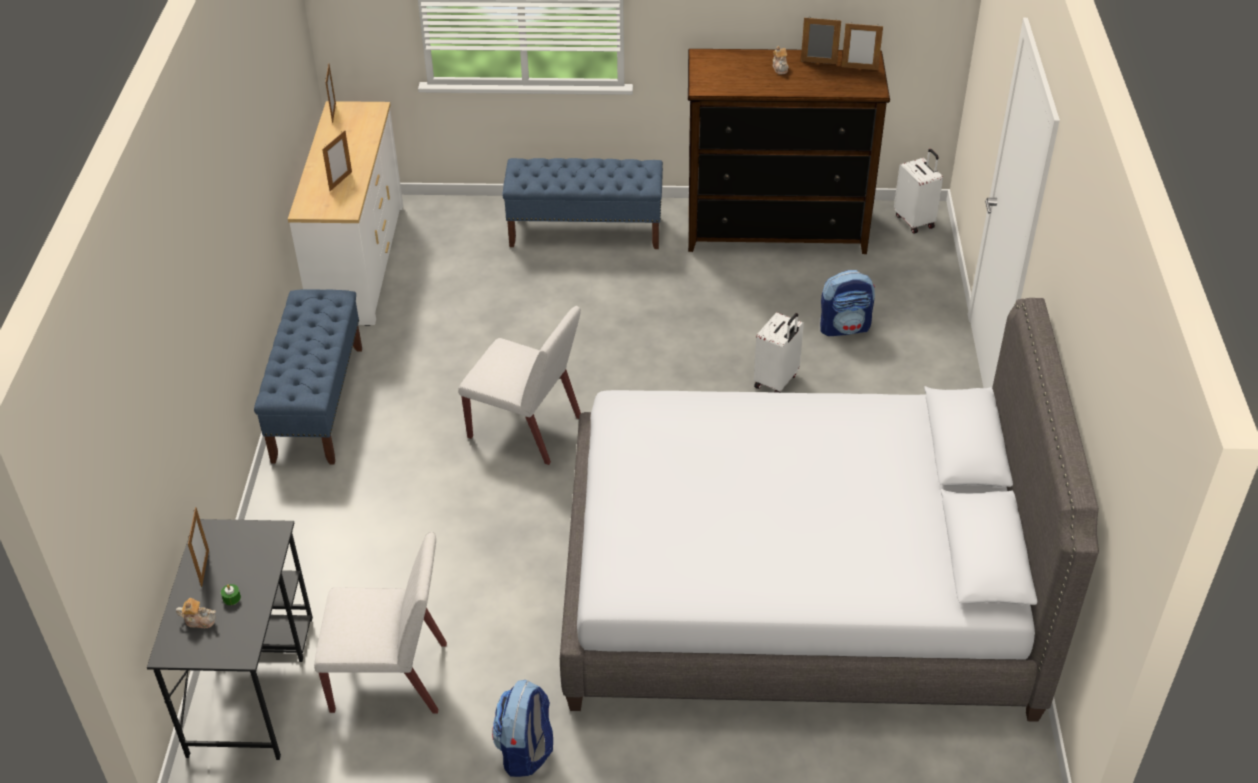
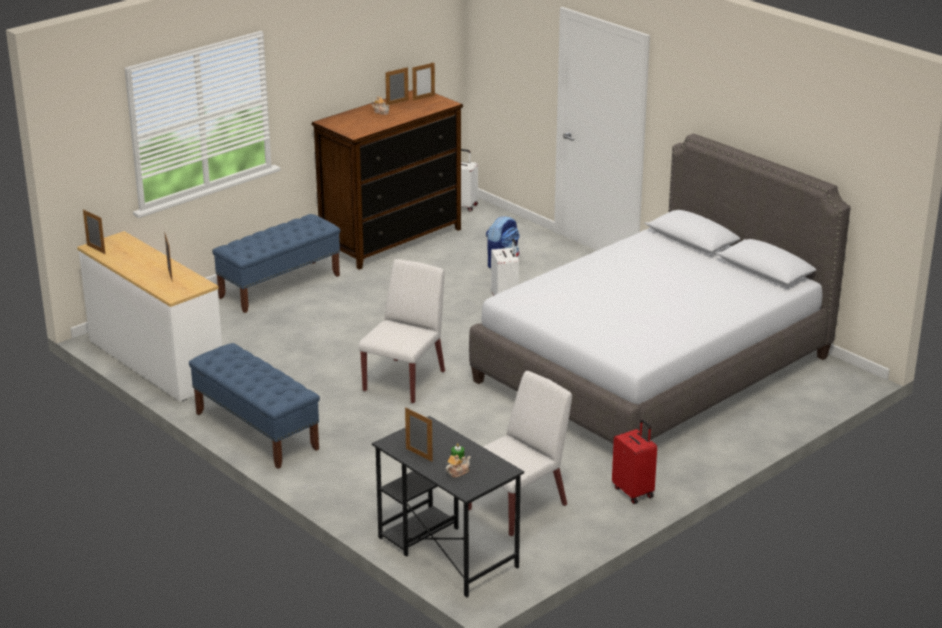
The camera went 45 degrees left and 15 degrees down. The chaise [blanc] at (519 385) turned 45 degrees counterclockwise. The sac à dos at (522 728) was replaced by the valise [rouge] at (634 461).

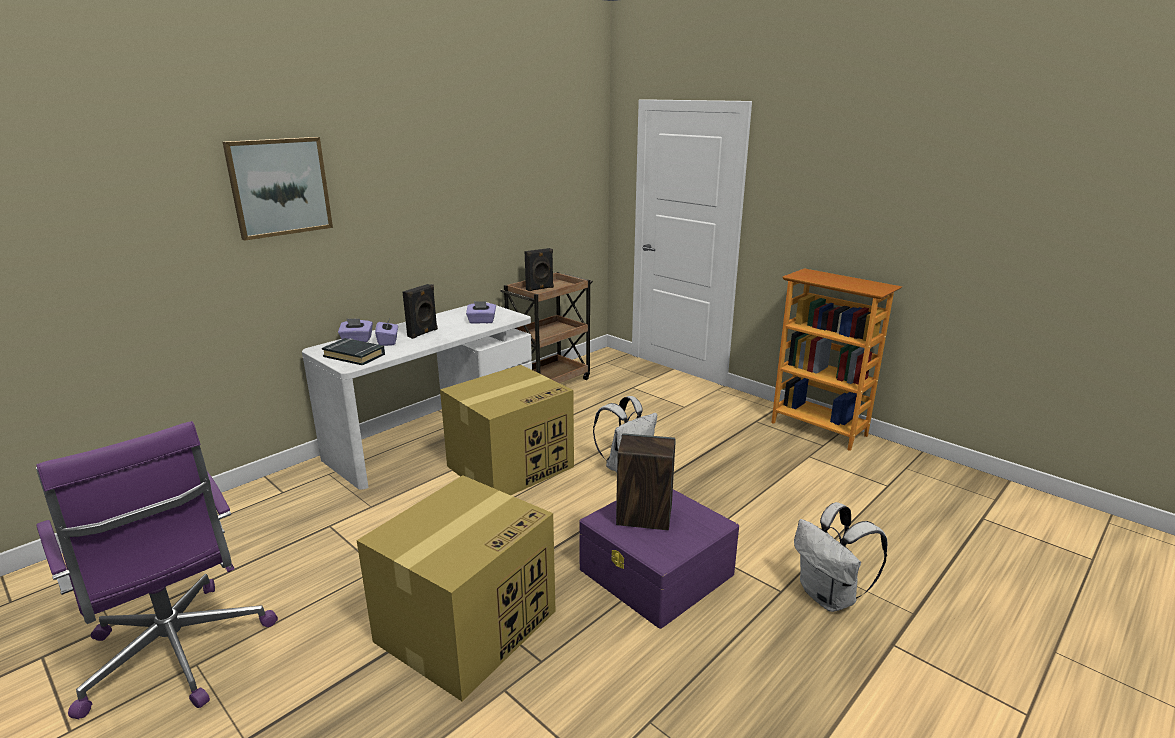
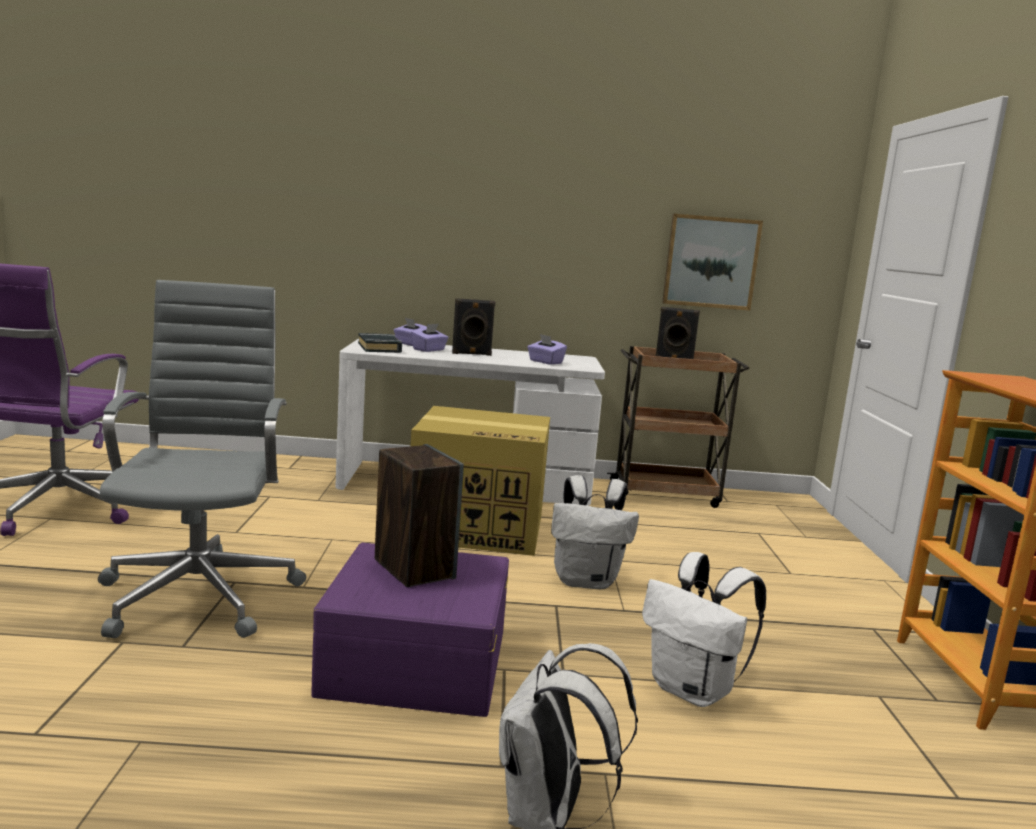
The camera went 45 degrees right and 10 degrees down. The carton at (456 588) was replaced by the chaise de bureau [gris] at (202 459). The sac à dos [blanc] at (704 629) appeared. The tableau moved from (278 189) to (712 262).

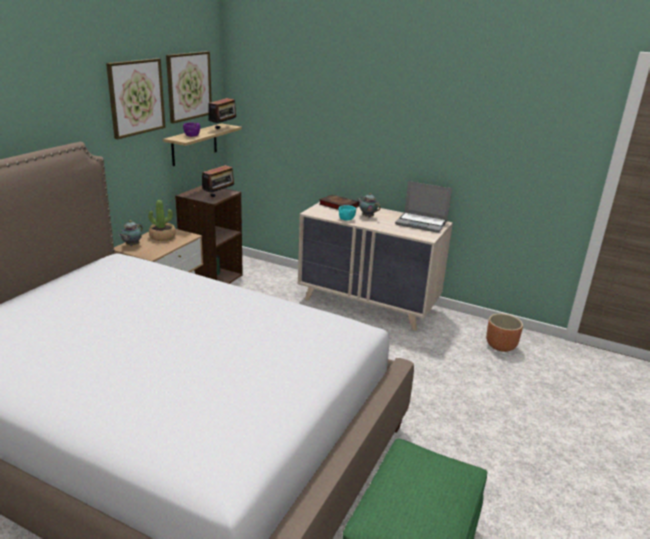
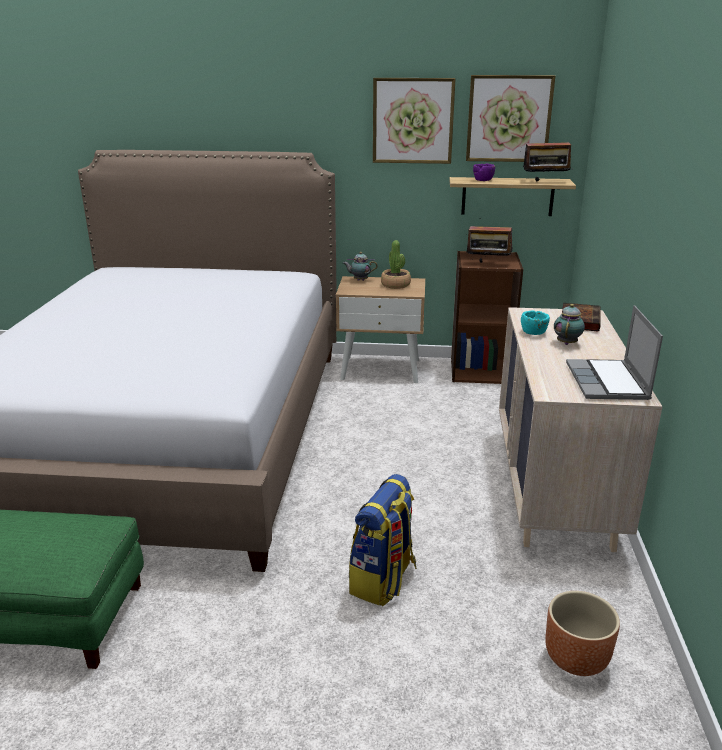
The camera went 70 degrees right and 0 degrees up. The sac à dos at (383 540) appeared.

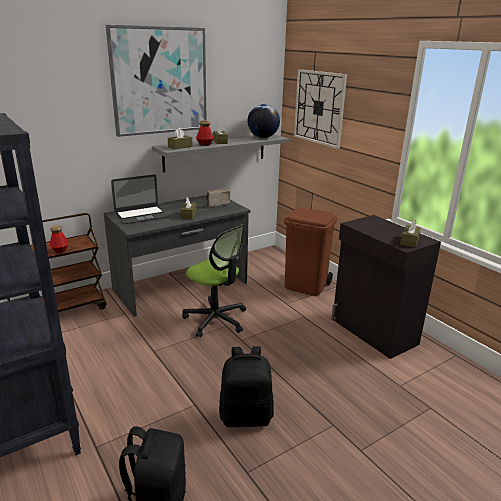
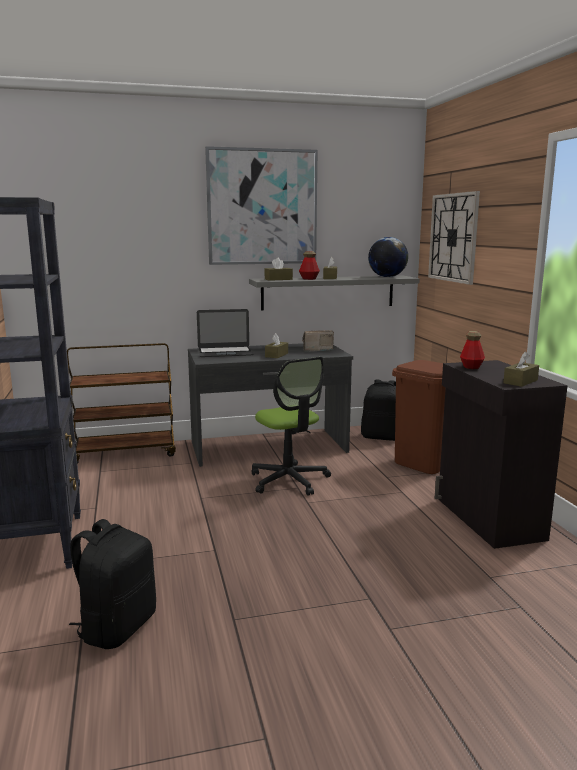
The camera went 20 degrees right and 10 degrees down. The sac à dos [noir] moved from (246 386) to (378 410). The bouteille moved from (59 239) to (472 350).

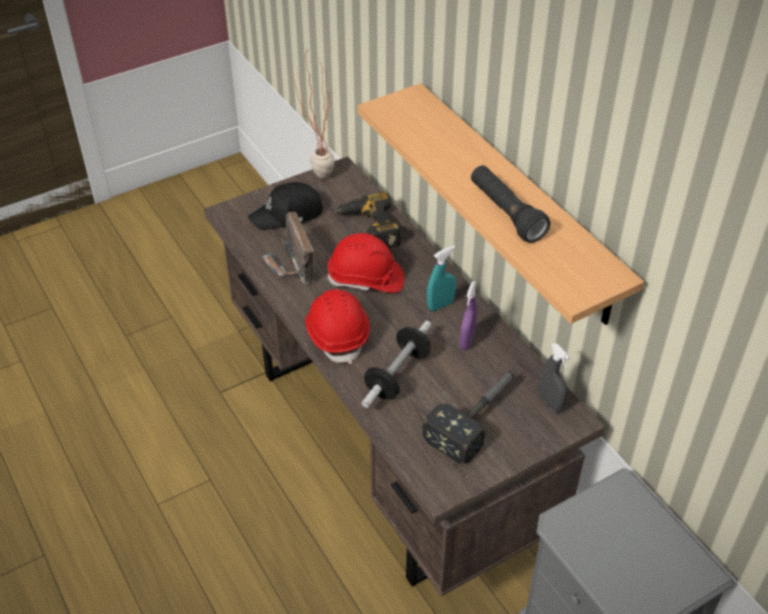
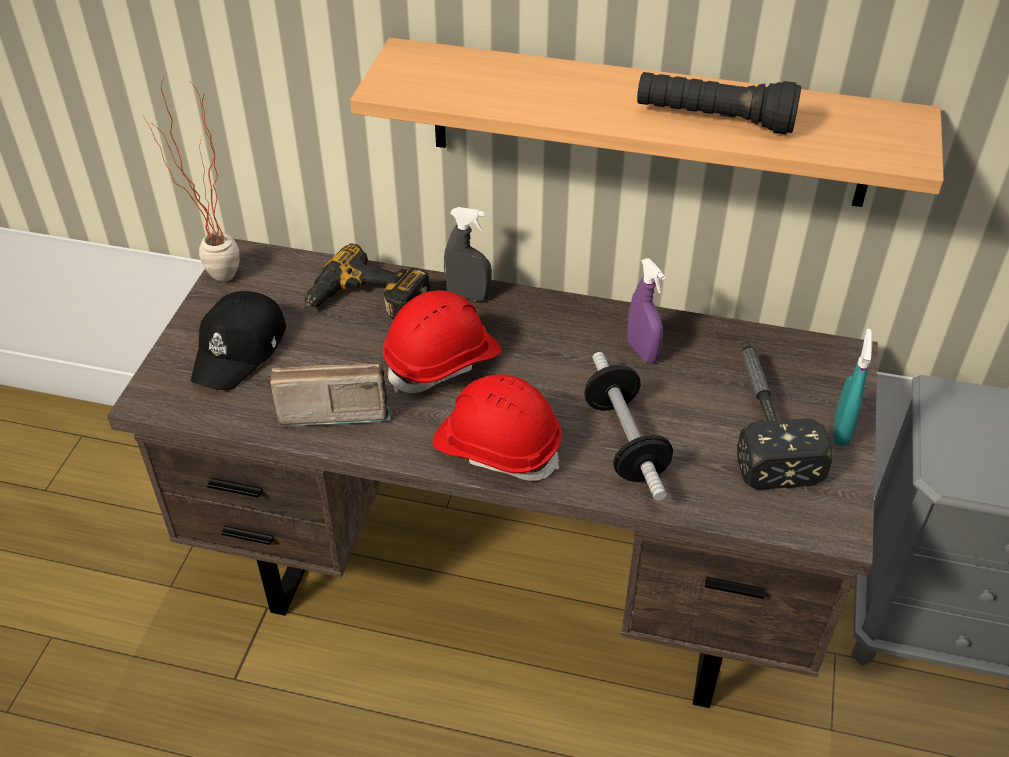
The camera went 45 degrees left and 0 degrees up. The radio at (288 248) turned 150 degrees clockwise. The vaporisateur [gris] moved from (554 378) to (468 254). The vaporisateur [turquoise] moved from (442 278) to (853 387).

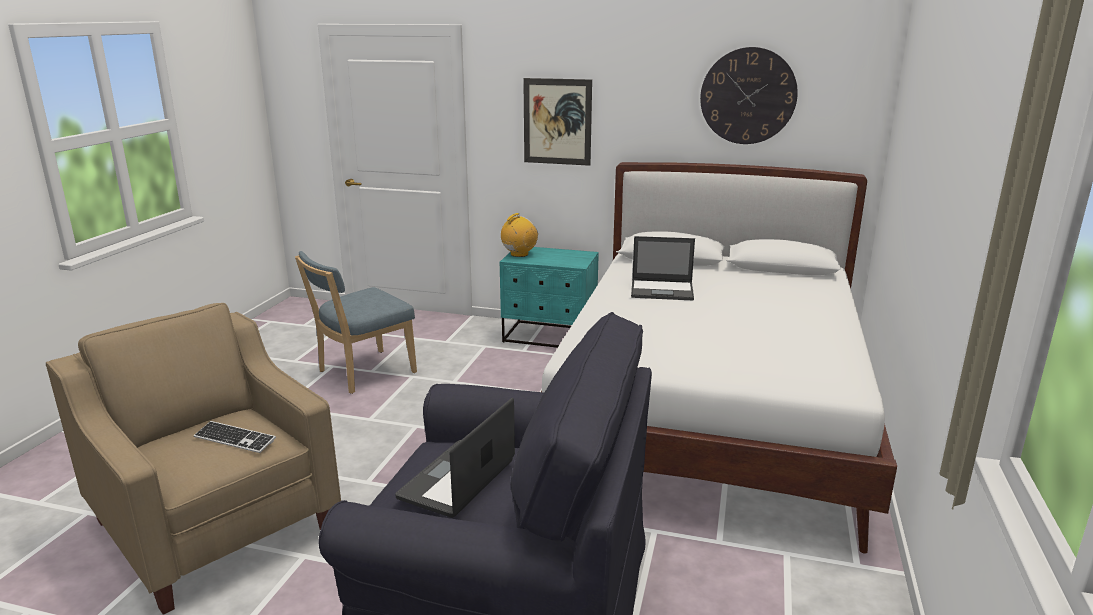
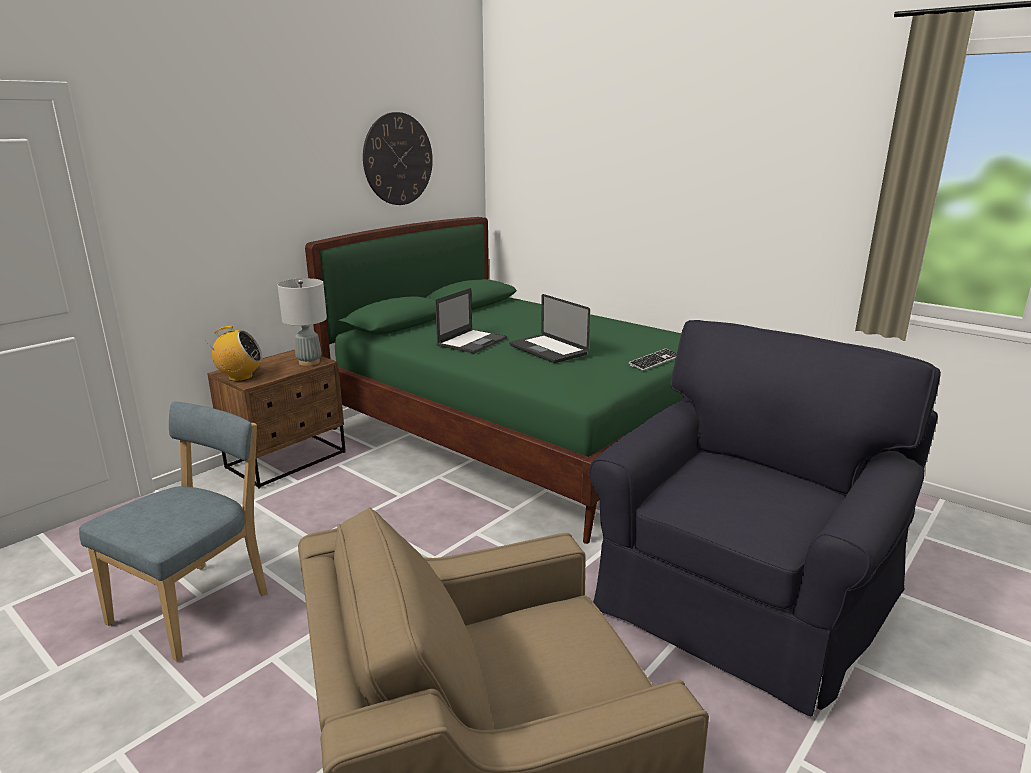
The camera went 65 degrees left and 0 degrees up. The chaise [bleu] at (356 322) turned 135 degrees counterclockwise. The table de chevet [turquoise] at (549 297) became the table de chevet [marron] at (276 419). The radio at (519 235) turned 105 degrees clockwise. The lampe de table [gris] at (302 322) appeared. The lit [blanc] at (719 358) became the lit [vert] at (494 380). The ordinateur portable moved from (455 458) to (549 328). The clavier moved from (235 437) to (652 360). The tableau at (557 122) disappeared.

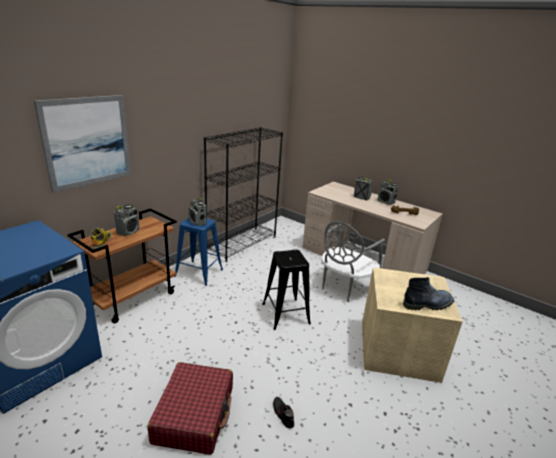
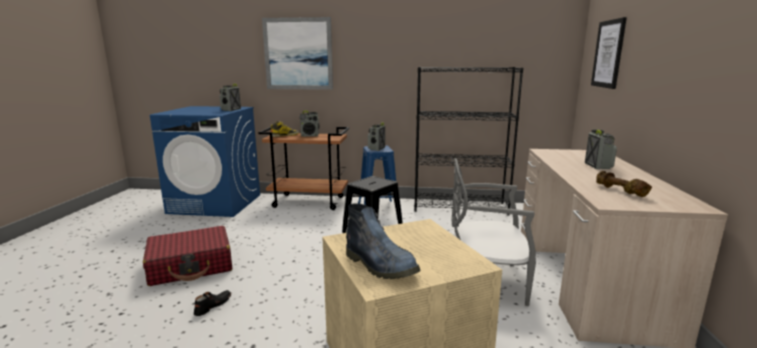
The camera went 60 degrees right and 10 degrees down. The radio moved from (388 192) to (230 97). The tableau at (609 53) appeared.

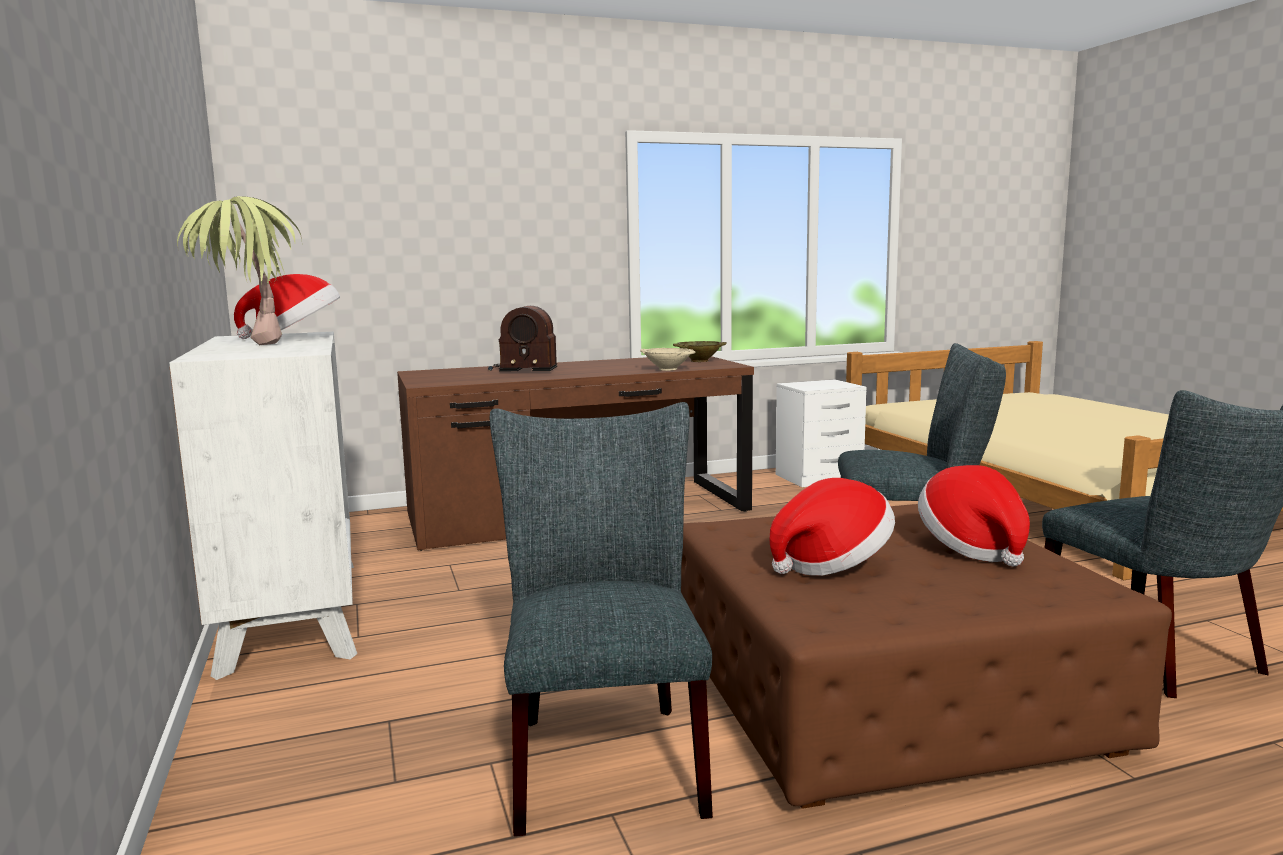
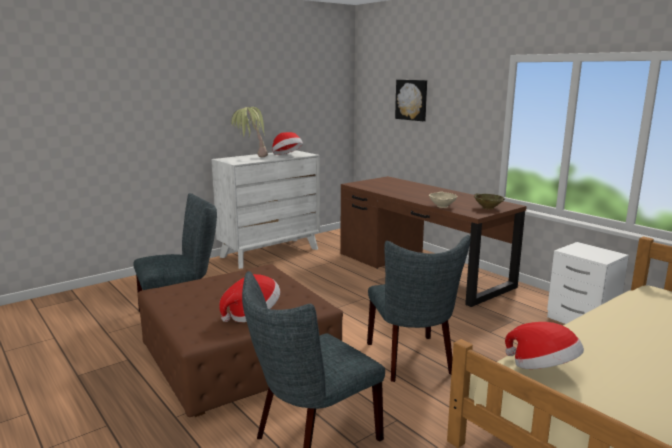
The camera went 70 degrees right and 5 degrees up. The tableau at (411 100) appeared. The chapeau moved from (832 527) to (544 345). The radio at (522 338) disappeared.

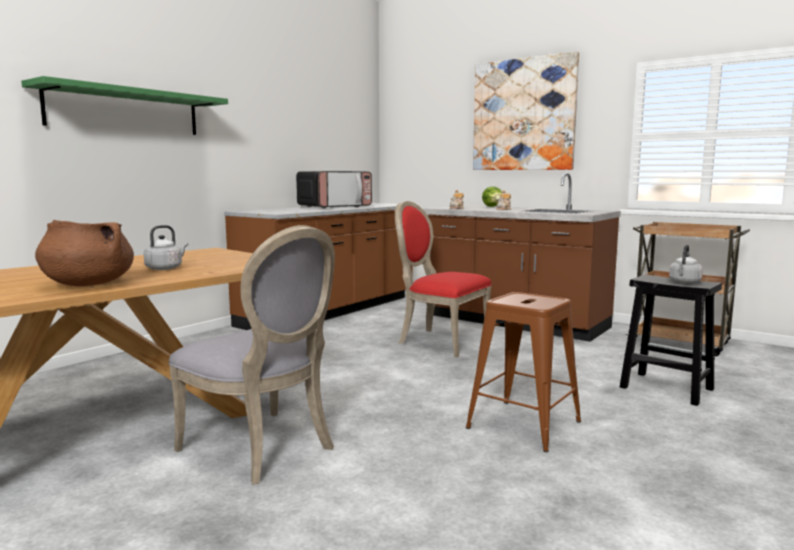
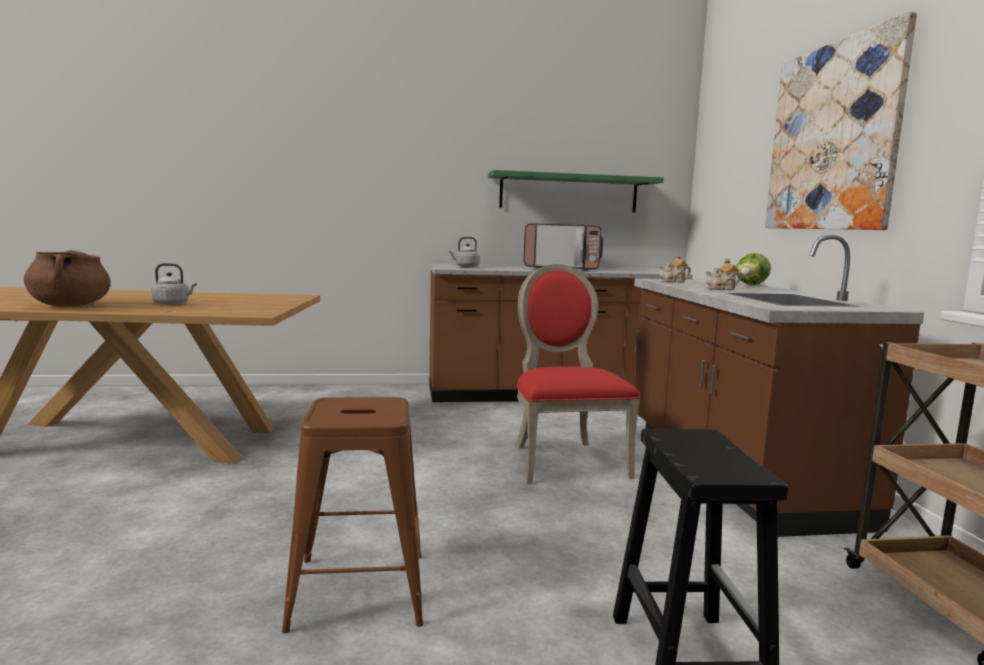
The camera went 45 degrees right and 0 degrees up. The bouilloire [gris] moved from (686 264) to (464 252). The étagère [vert] moved from (124 105) to (576 191). The chaise [gris] at (251 355) disappeared.

